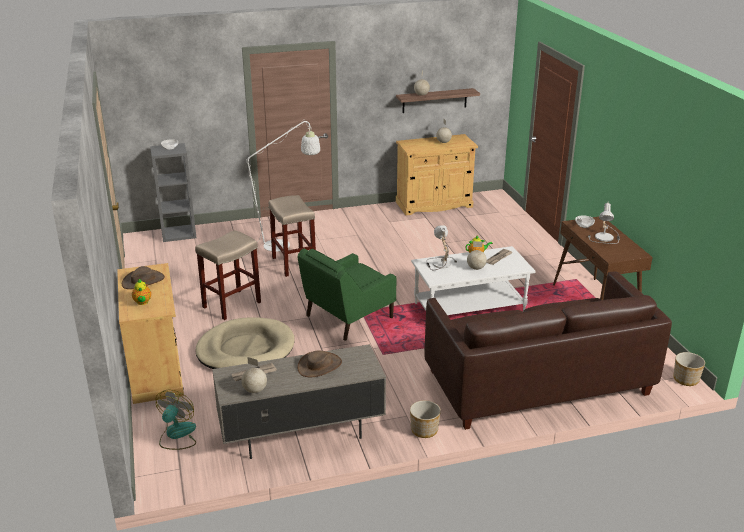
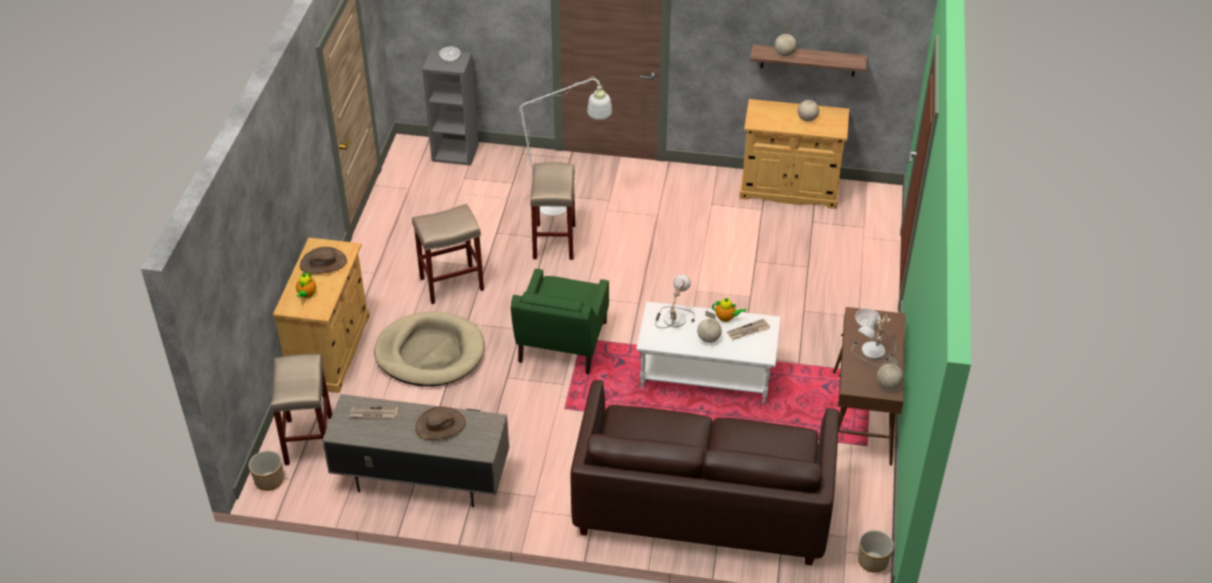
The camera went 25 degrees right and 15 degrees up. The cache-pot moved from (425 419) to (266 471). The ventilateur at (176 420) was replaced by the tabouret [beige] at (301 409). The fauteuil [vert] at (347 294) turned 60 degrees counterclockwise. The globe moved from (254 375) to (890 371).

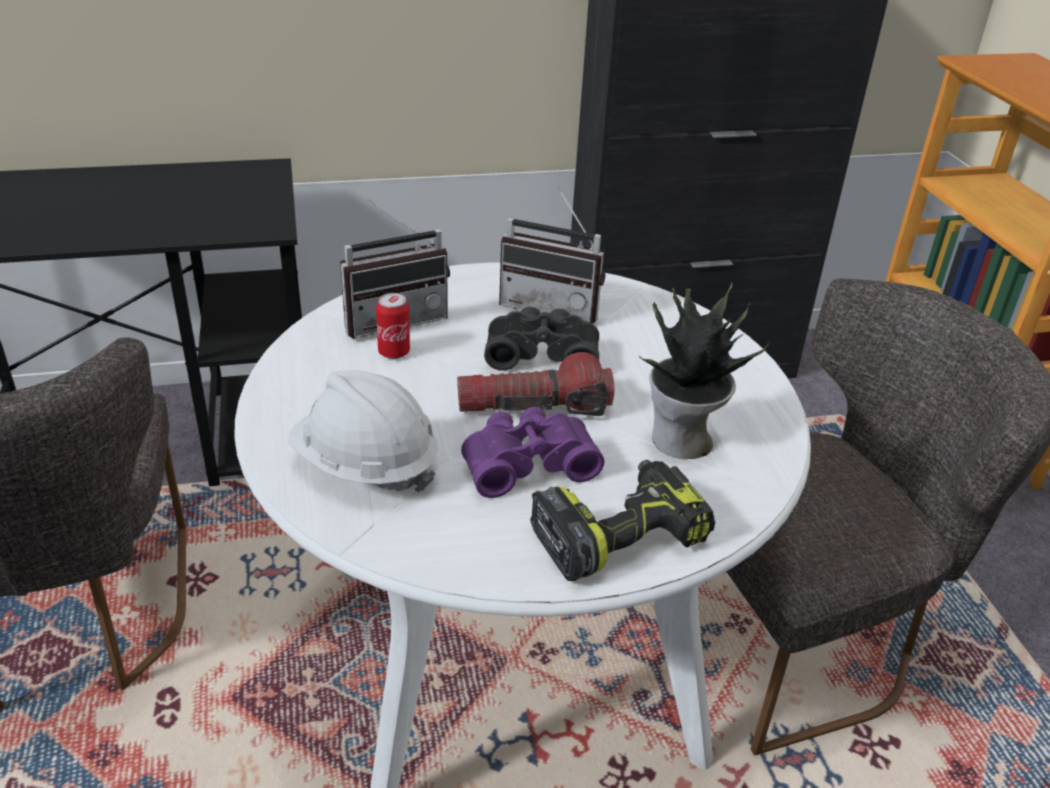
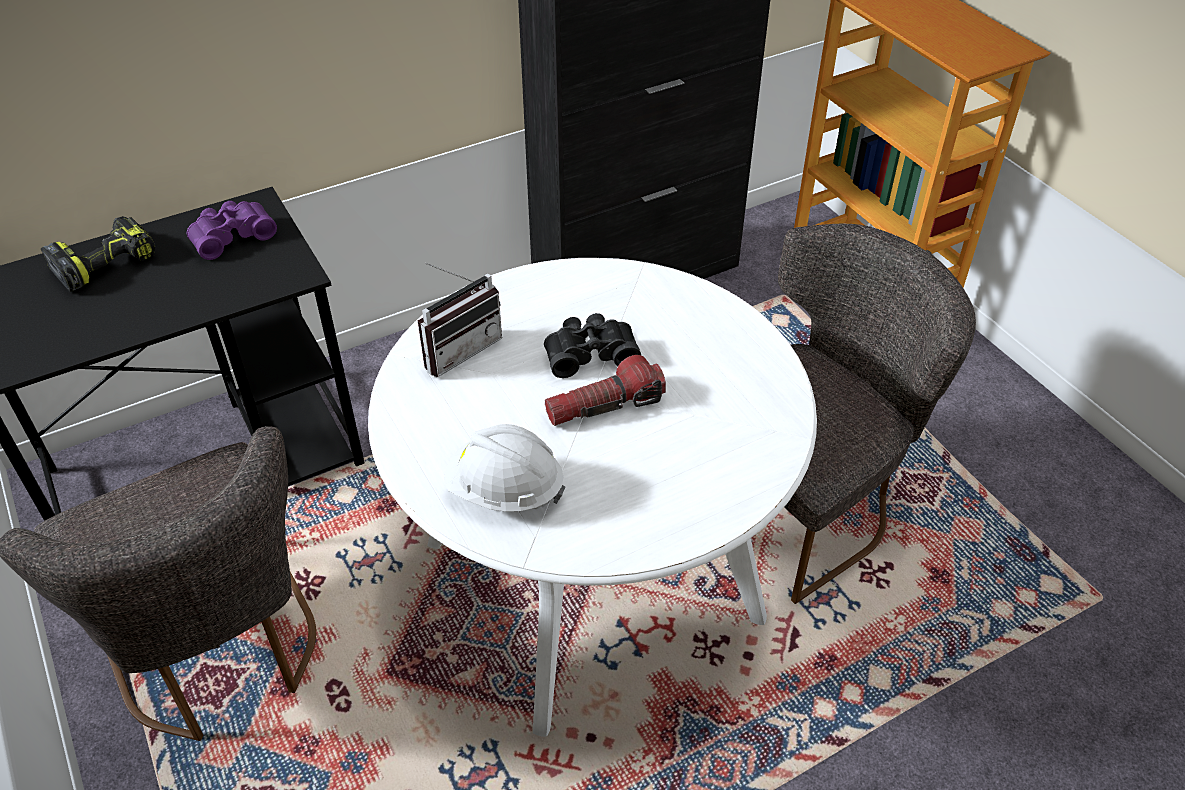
The camera went 15 degrees left and 10 degrees up. The perceuse moved from (622 520) to (98 254). The jumelles [violet] moved from (532 452) to (232 230). The boîte métallique at (393 326) disappeared. The radio at (552 255) disappeared. The plante en pot at (704 371) disappeared.

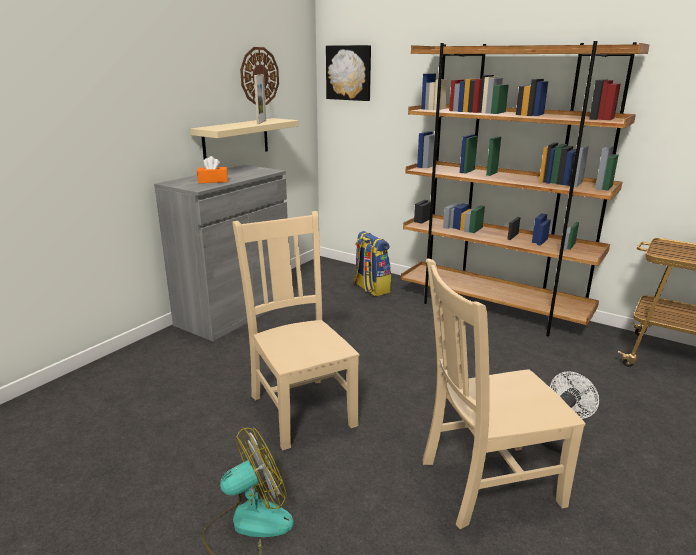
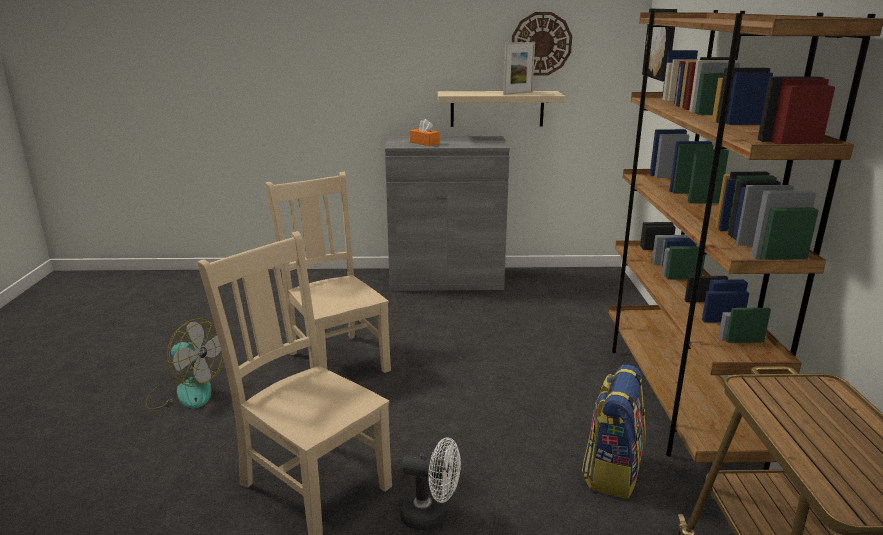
The camera went 55 degrees right and 0 degrees up. The chaise [beige] at (295 330) turned 60 degrees counterclockwise. The sac à dos moved from (372 263) to (614 432).

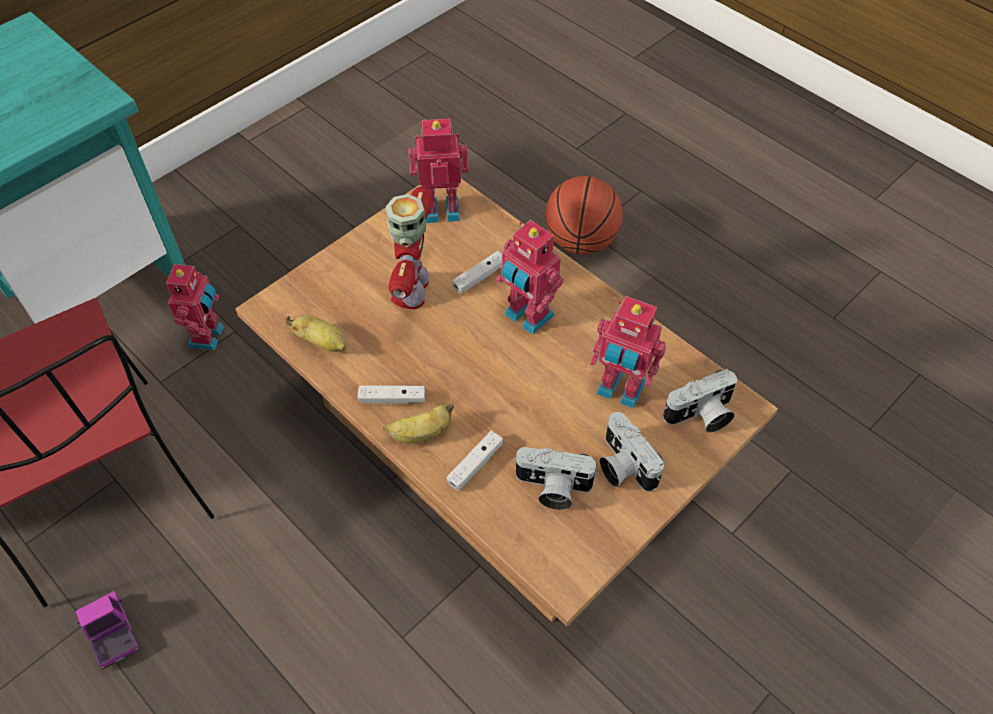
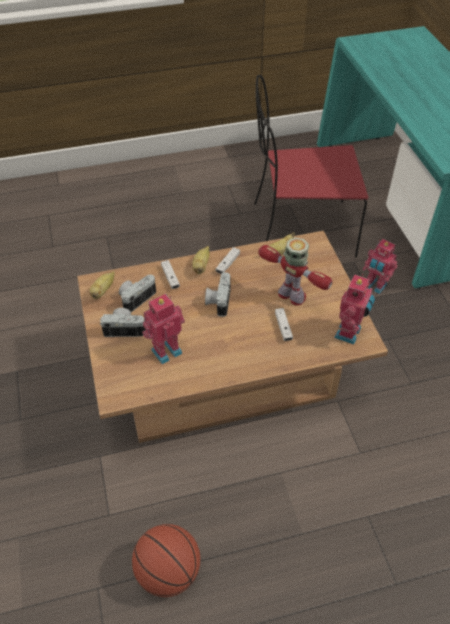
The camera went 120 degrees right and 5 degrees down. The banane at (102 285) appeared. The ballon de basket moved from (584 215) to (166 560). The appareil photo moved from (700 401) to (218 294). The camion jouet at (107 630) disappeared. The robot jouet at (530 277) disappeared.

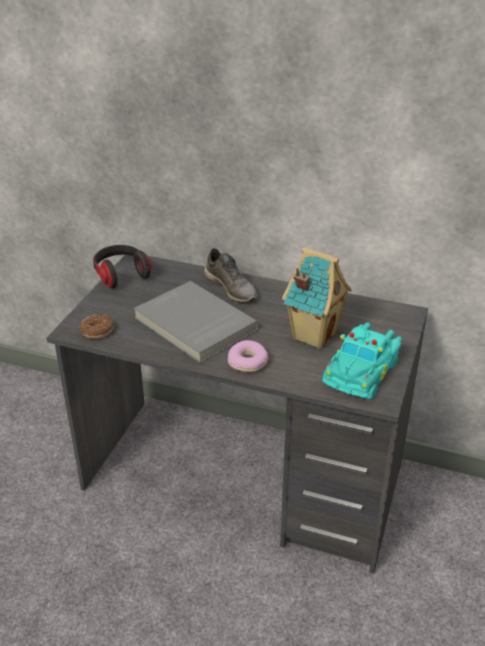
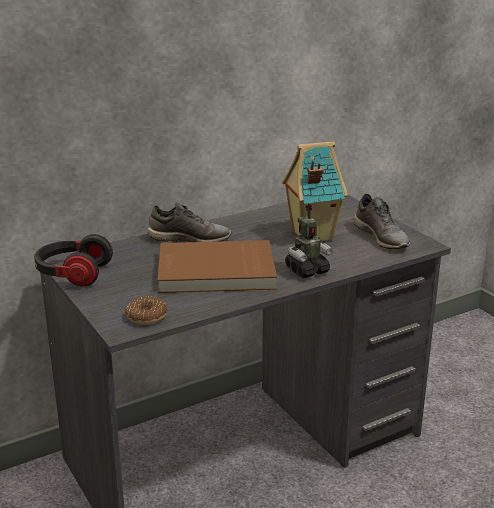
The camera went 50 degrees left and 10 degrees down. The livre [gris] at (196 322) became the livre [marron] at (217 266). The beignet at (248 356) was replaced by the robot jouet at (309 241). The petite voiture [turquoise] at (362 361) was replaced by the chaussure [gris] at (381 221).

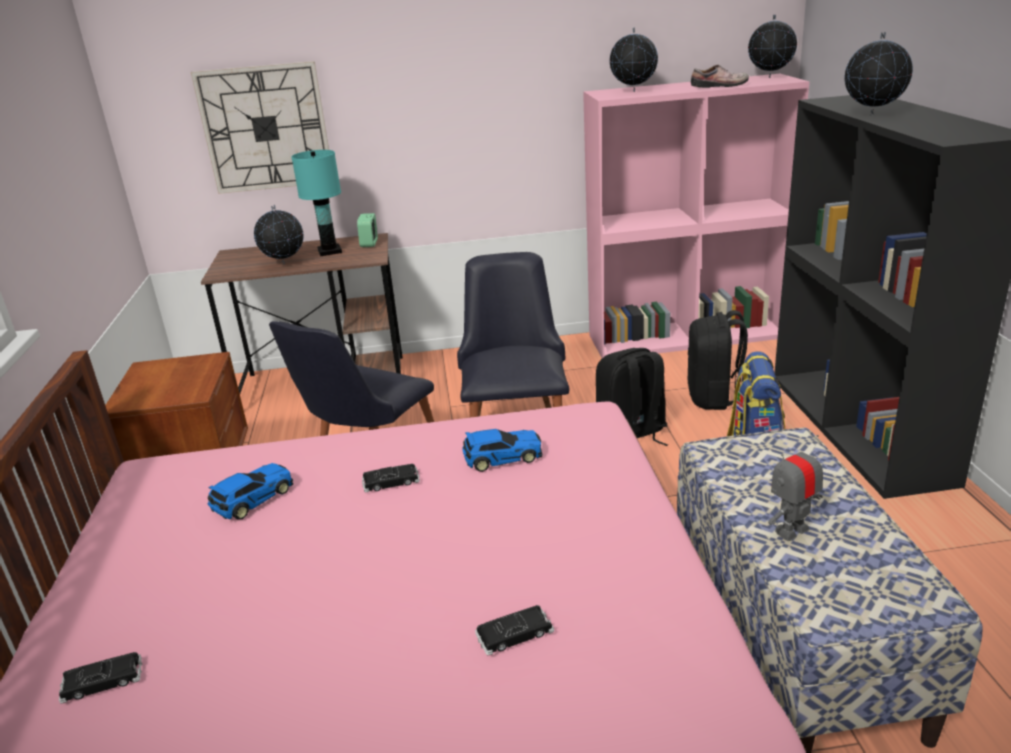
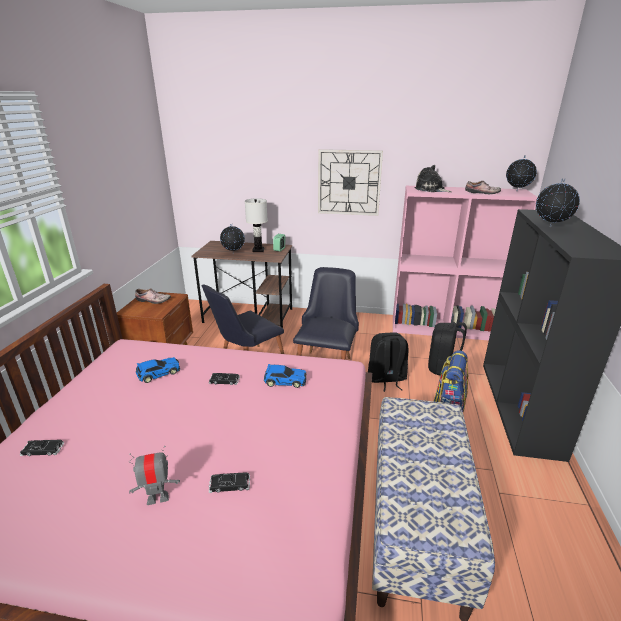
The camera went 15 degrees right and 0 degrees up. The robot jouet moved from (795 488) to (154 475). The chaussure at (153 296) appeared. The lampe de table [turquoise] at (316 203) became the lampe de table [blanc] at (256 225). The horloge murale moved from (260 127) to (350 182). The globe at (634 59) was replaced by the peluche at (433 178).

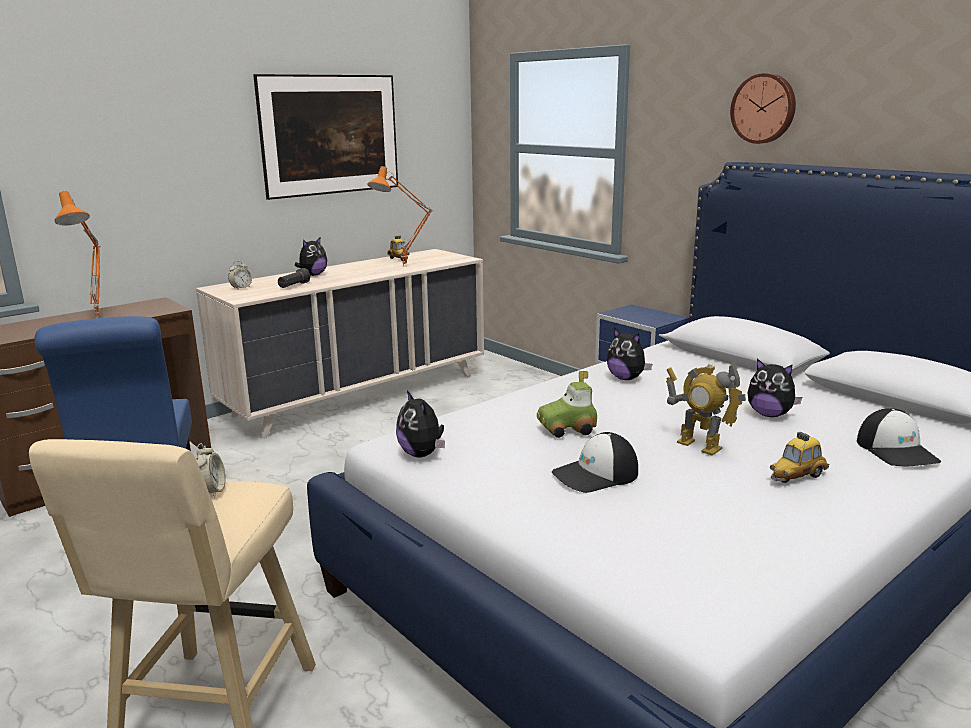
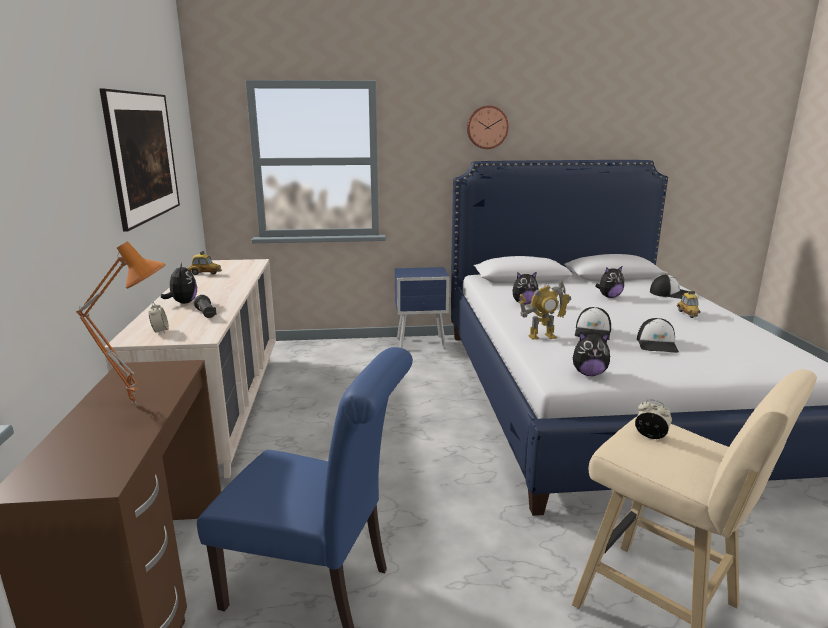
The camera went 55 degrees left and 0 degrees up. The robot jouet moved from (706 409) to (544 310). The petite voiture at (567 404) was replaced by the casquette at (593 323). The lampe de table [orange] at (400 216) disappeared.

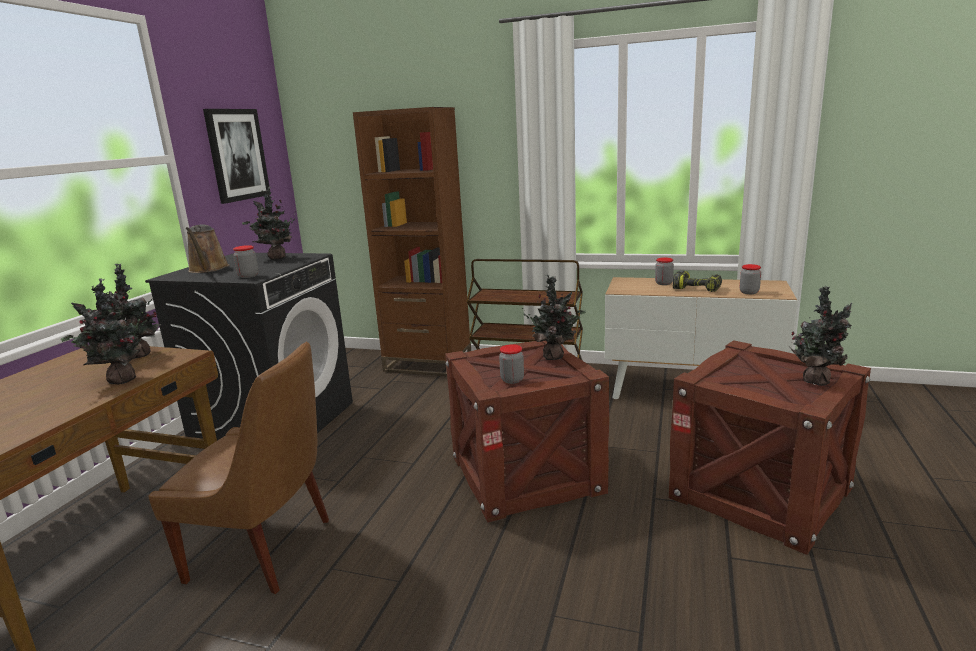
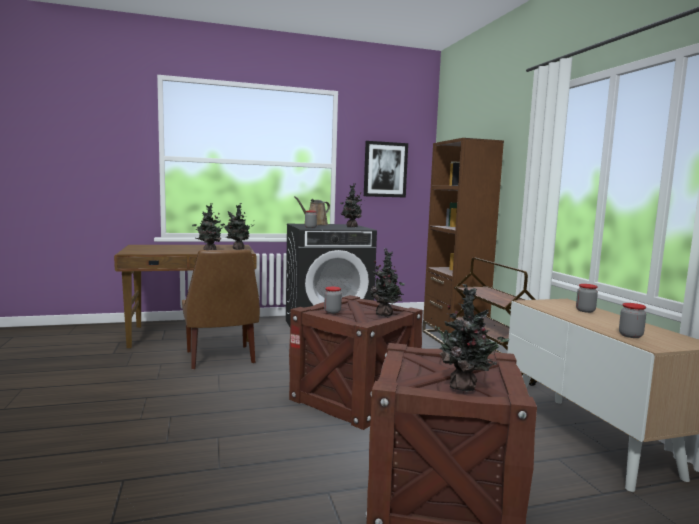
The camera went 55 degrees right and 10 degrees down. The perceuse at (697 281) disappeared.

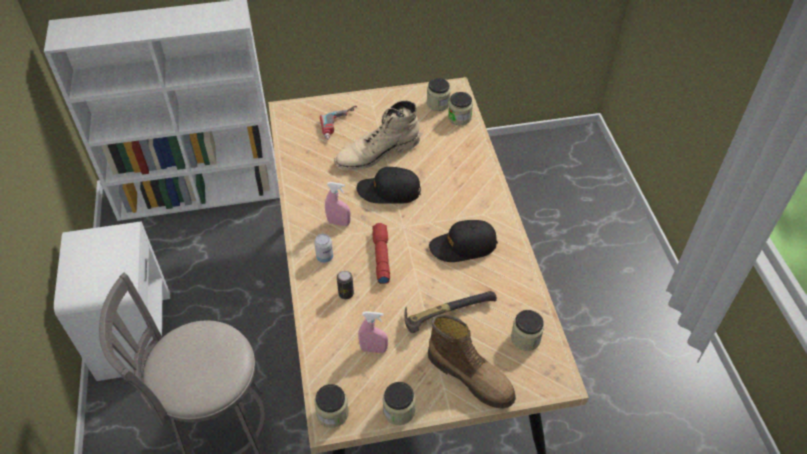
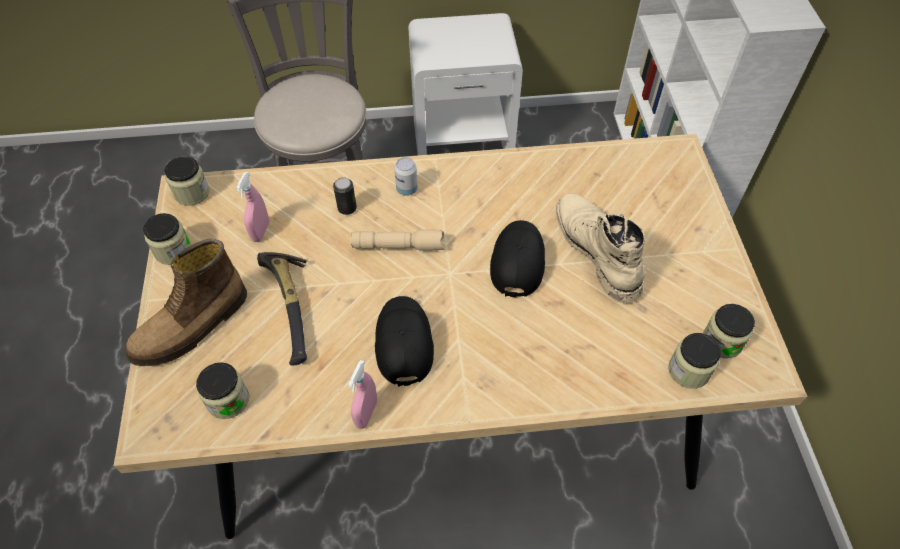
The camera went 95 degrees right and 5 degrees up. The vaporisateur [rose] moved from (338 204) to (362 394). The lampe de poche [rouge] at (381 253) became the lampe de poche [beige] at (397 240). The perceuse at (338 123) disappeared.

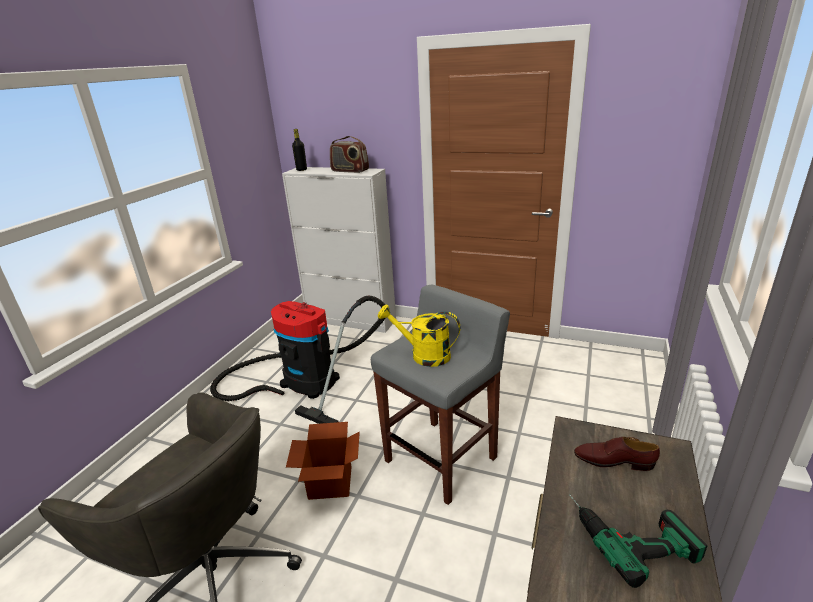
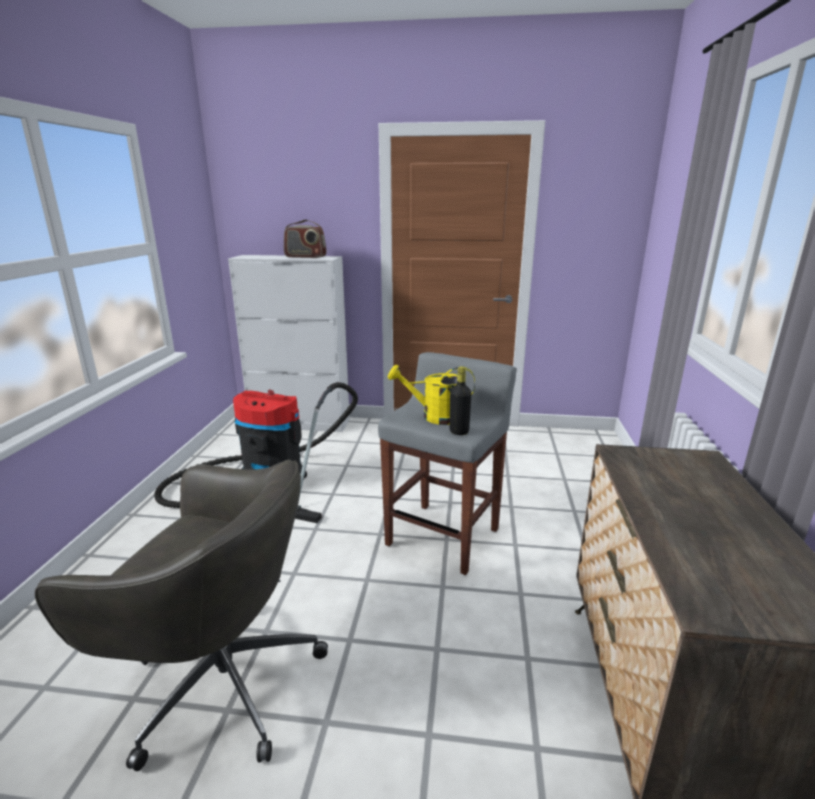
The camera went 15 degrees left and 5 degrees down. The bouteille [noir] moved from (299 150) to (461 400). The carton at (323 461) disappeared. The perceuse at (638 541) disappeared. The chaussure [marron] at (617 454) disappeared.

